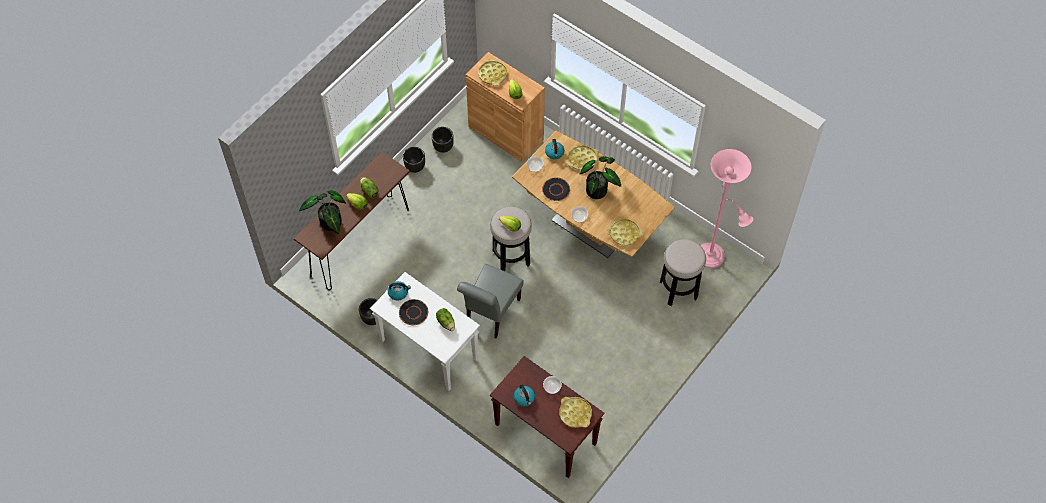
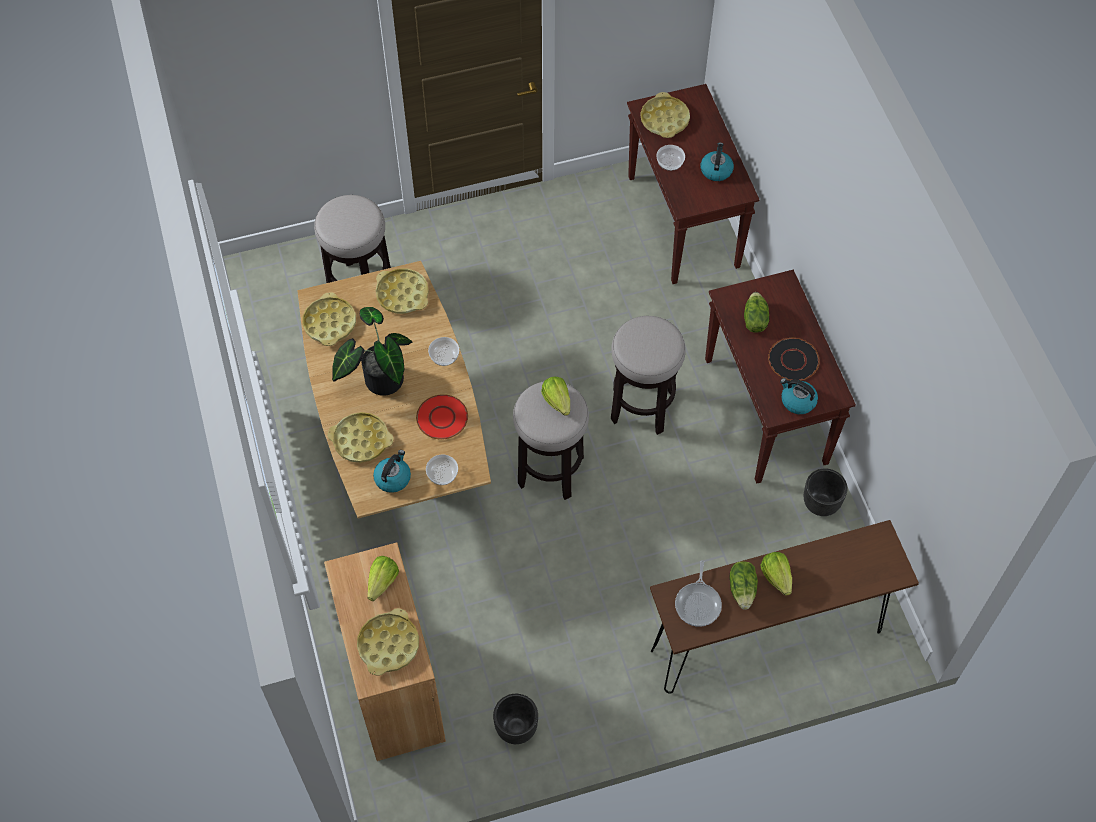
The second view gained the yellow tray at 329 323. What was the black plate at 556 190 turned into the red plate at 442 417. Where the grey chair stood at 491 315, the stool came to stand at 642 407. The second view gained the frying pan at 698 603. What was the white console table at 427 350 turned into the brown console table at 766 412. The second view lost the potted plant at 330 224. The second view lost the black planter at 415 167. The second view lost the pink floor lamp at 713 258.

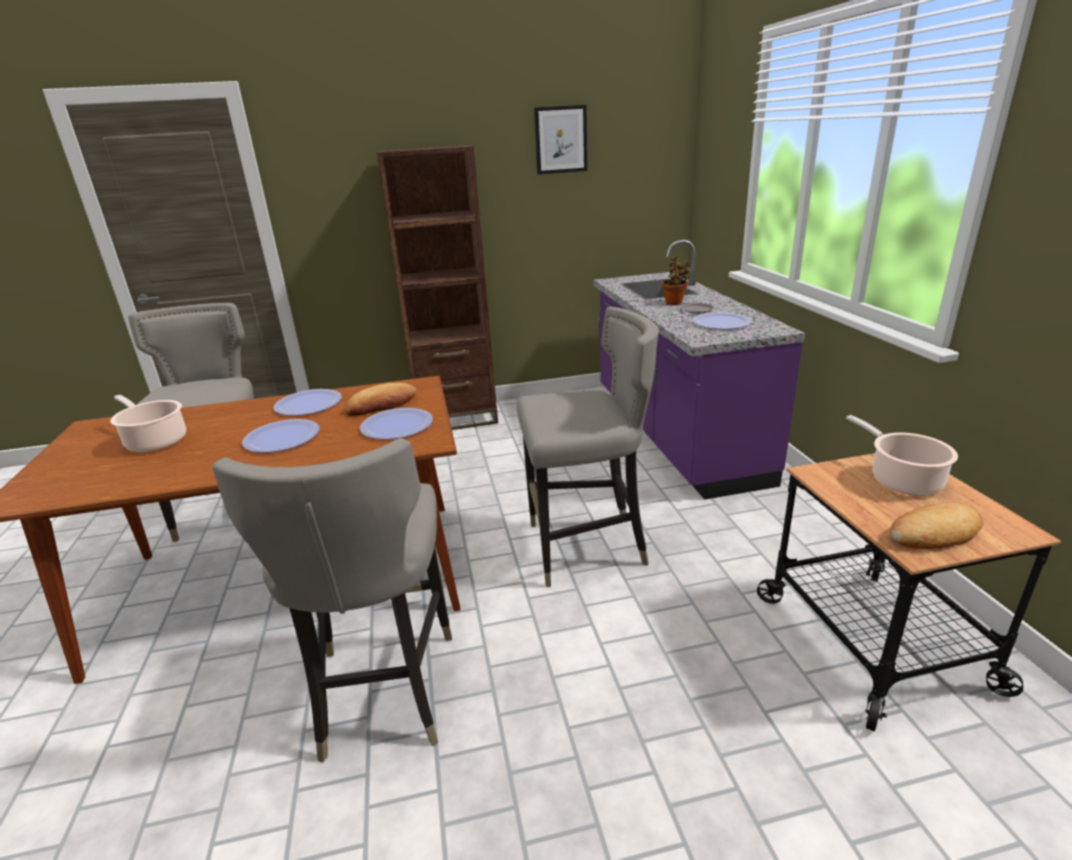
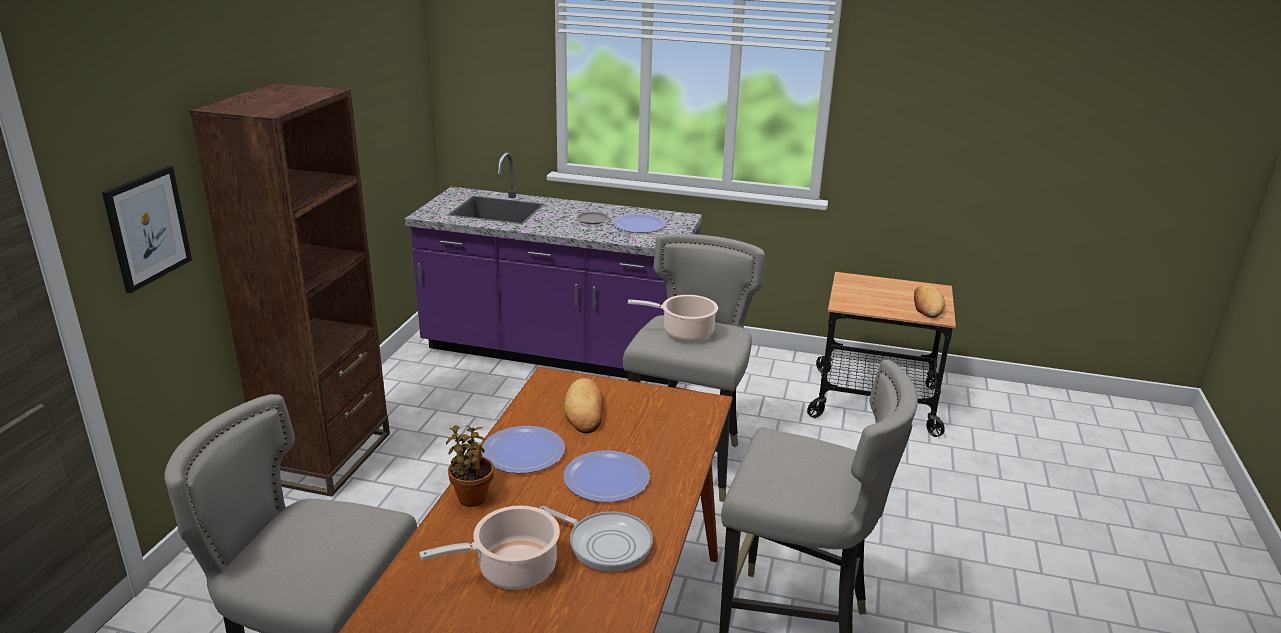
The picture ended up elsewhere, having gone from 561 140 to 147 228. The potted plant ended up elsewhere, having gone from 674 302 to 472 496. The second view gained the frying pan at 605 544. The cooking pot ended up elsewhere, having gone from 901 479 to 684 332. The second view lost the plate at 397 425.

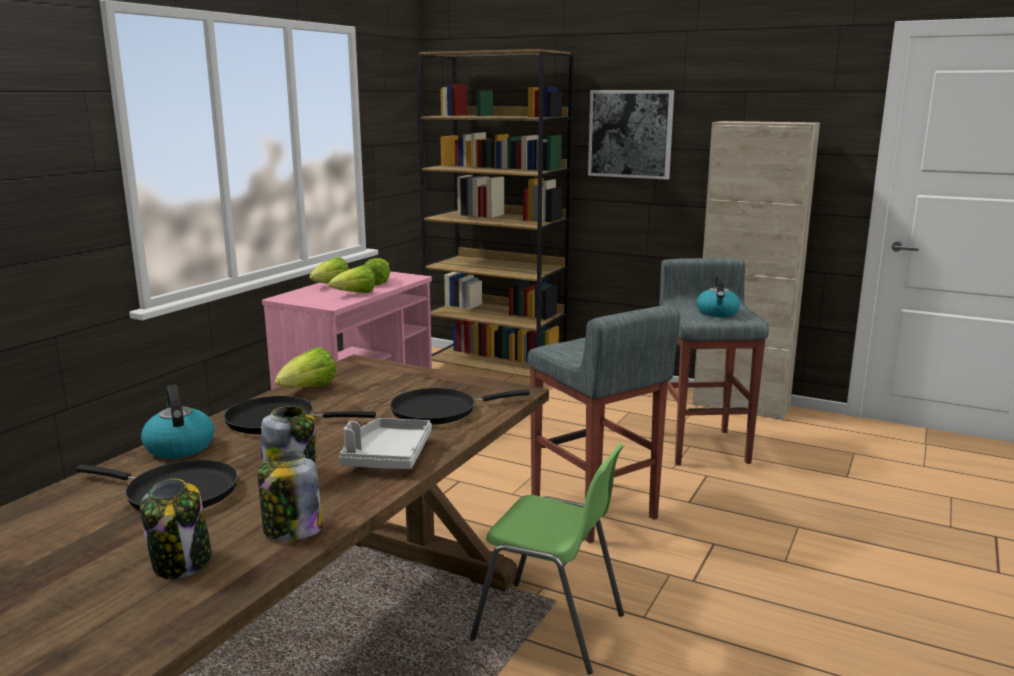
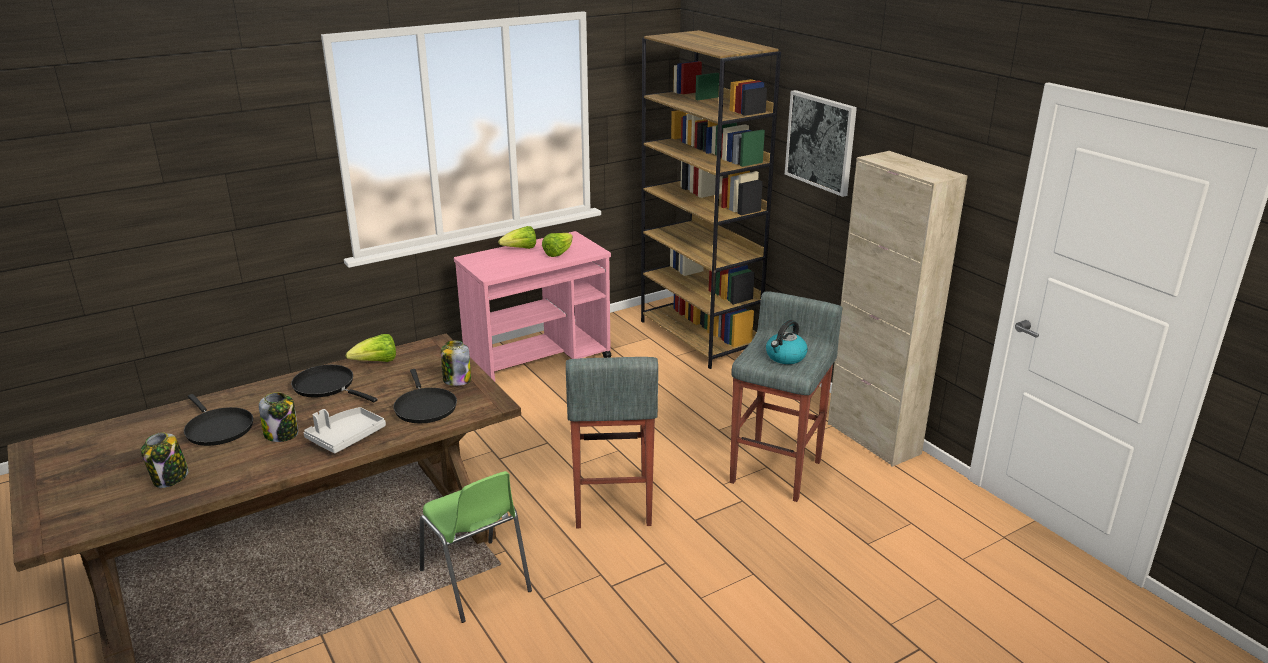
The black frying pan at 440 411 ended up facing another way, 120 degrees counterclockwise from before. The jar ended up elsewhere, having gone from 291 530 to 456 380. The second view lost the kettle at 179 447. The second view lost the lettuce at 355 294.

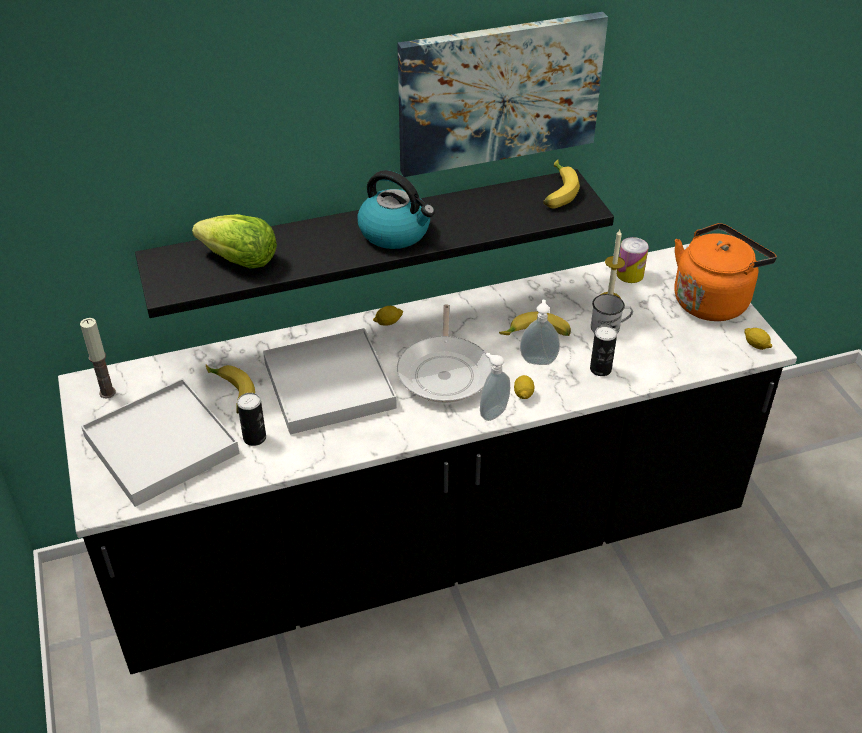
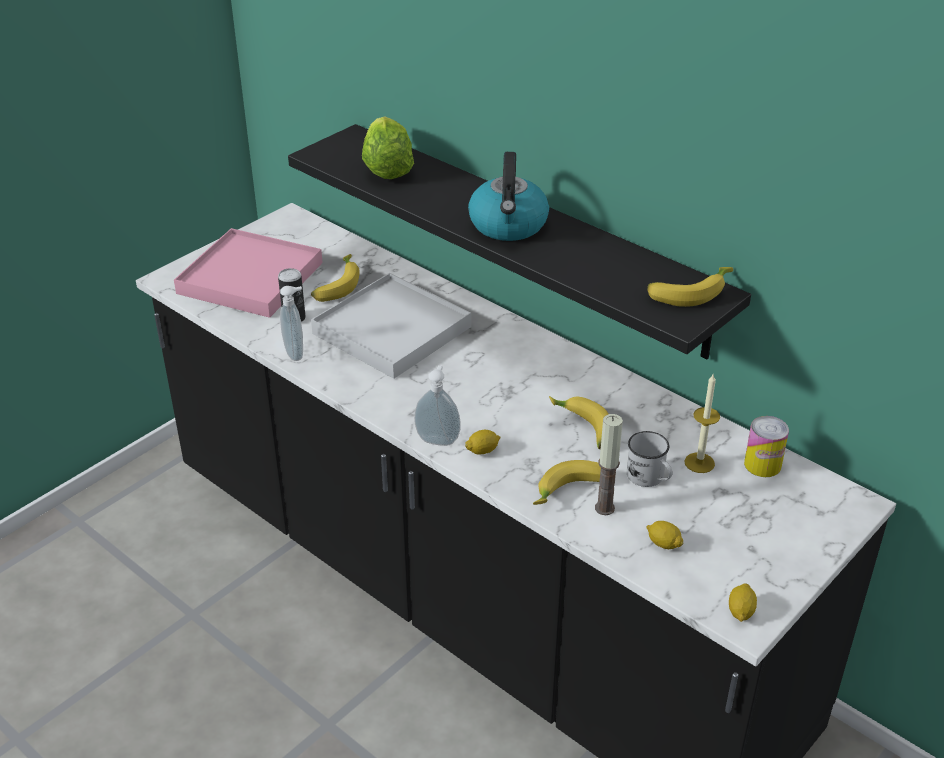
What was the white tray at 161 446 turned into the pink tray at 250 278. The soap dispenser ended up elsewhere, having gone from 538 360 to 296 353. Where the can stood at 600 369, the banana came to stand at 572 493. The candle ended up elsewhere, having gone from 107 392 to 604 508. The lemon ended up elsewhere, having gone from 388 322 to 663 544. The second view lost the picture at 499 92. The second view lost the frying pan at 445 371. The second view lost the orange kettle at 713 300.

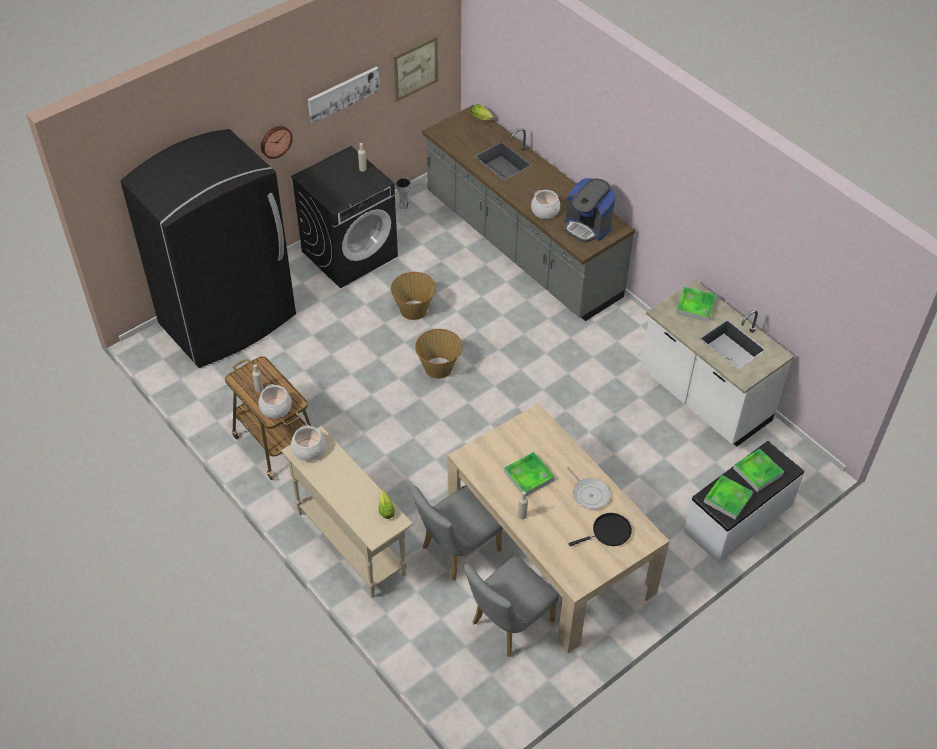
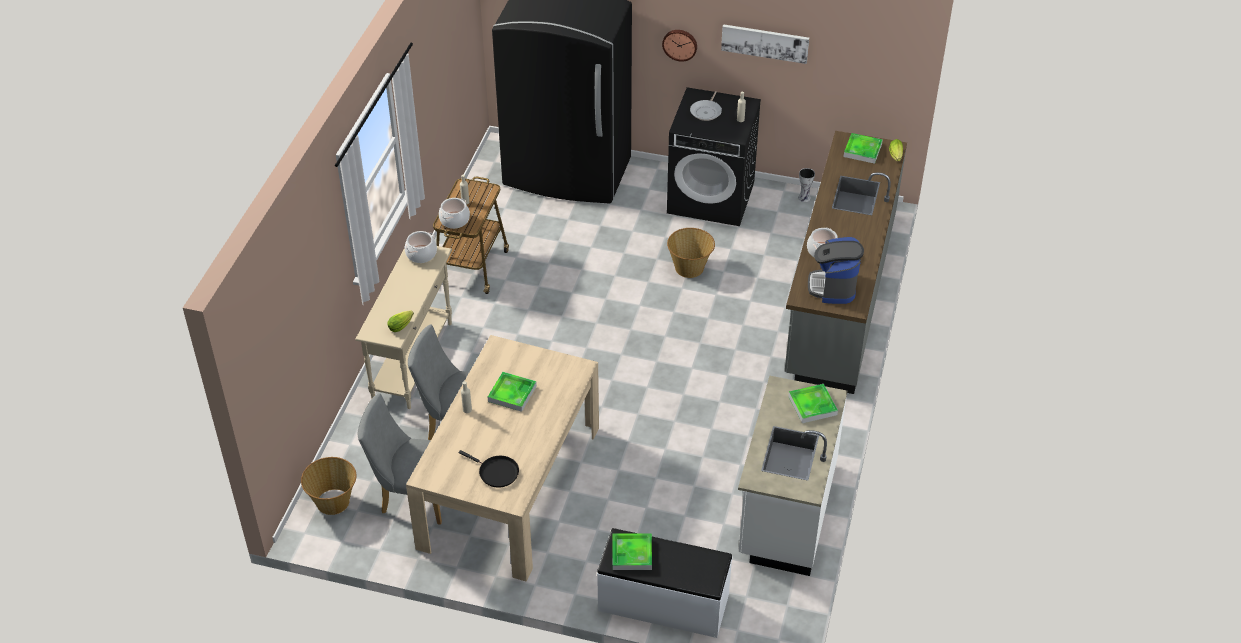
The basket ended up elsewhere, having gone from 439 367 to 333 502. The frying pan ended up elsewhere, having gone from 589 494 to 706 111. The tray ended up elsewhere, having gone from 757 472 to 862 150. The second view lost the picture at 415 68.

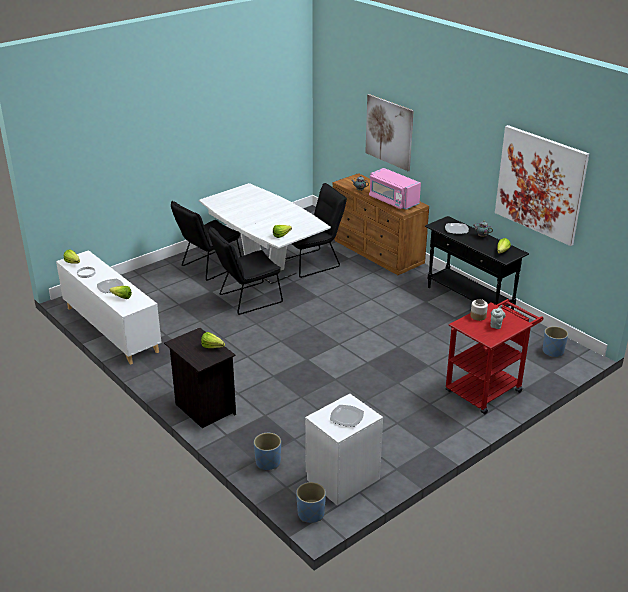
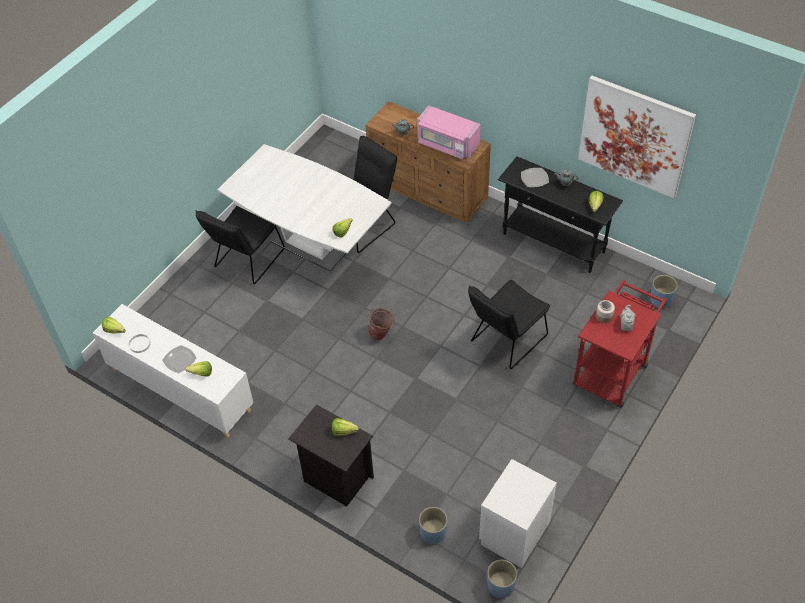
The second view gained the bucket at 382 335. The black chair ended up elsewhere, having gone from 246 299 to 505 341. The second view lost the plate at 346 417. The second view lost the picture at 389 132.

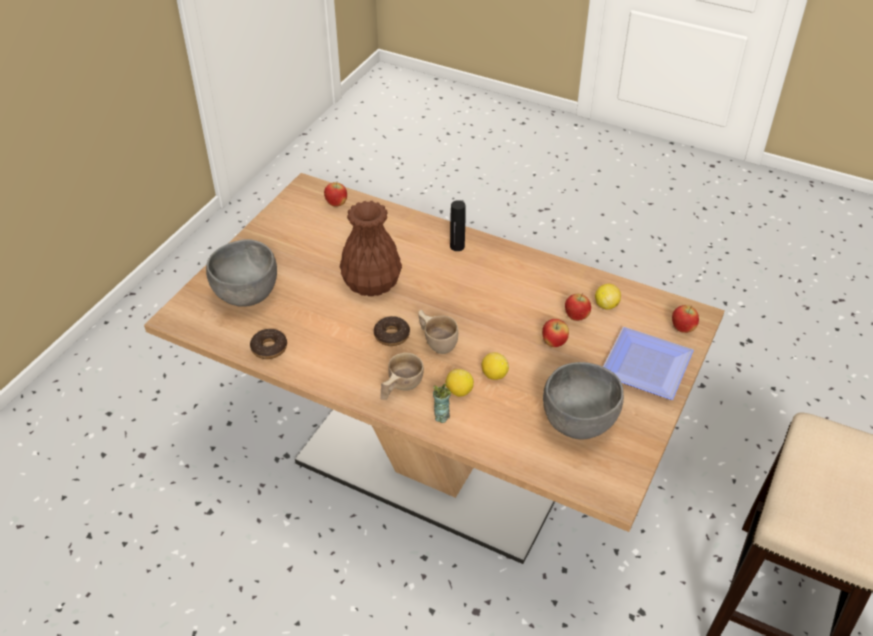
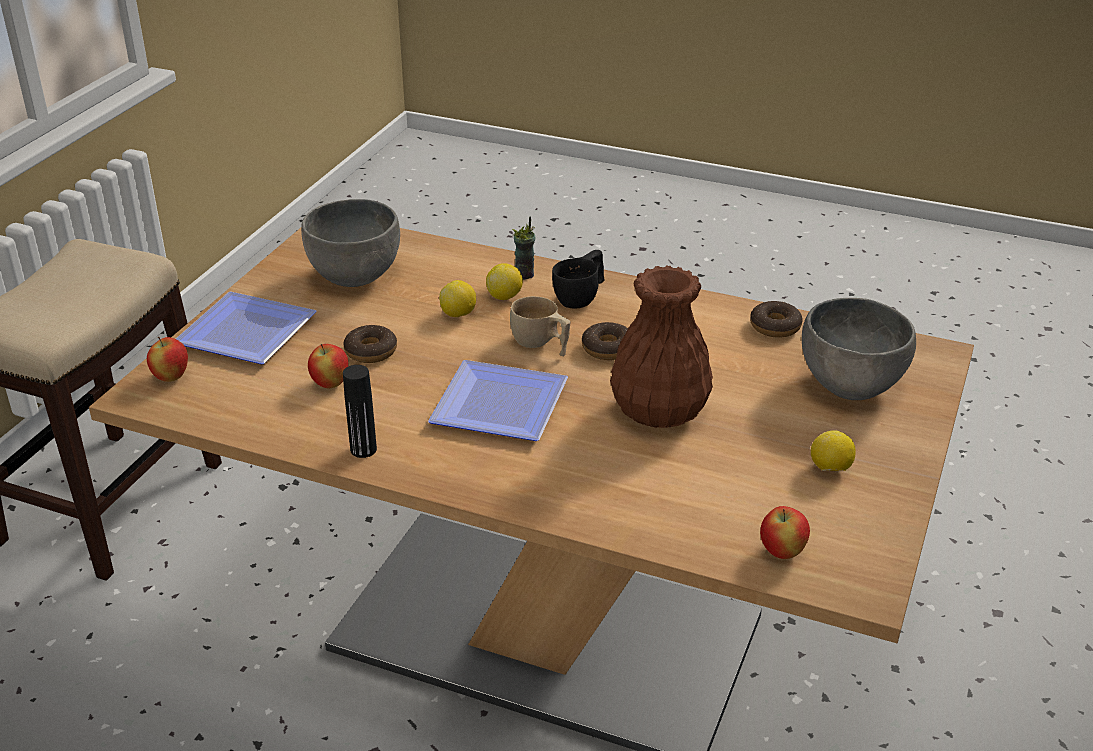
Where the apple stood at 554 343, the donut came to stand at 371 351. The black bottle ended up elsewhere, having gone from 457 246 to 363 449. The second view gained the plate at 502 408. What was the beige cup at 400 388 turned into the black cup at 582 296. The lemon ended up elsewhere, having gone from 606 305 to 830 469.

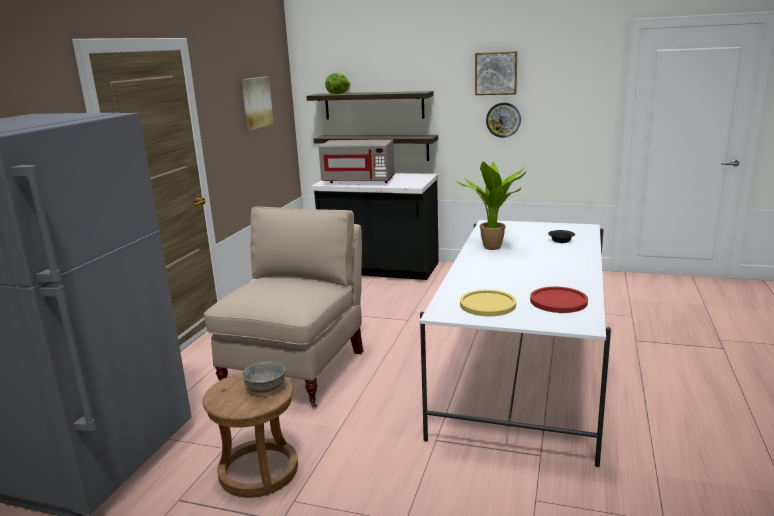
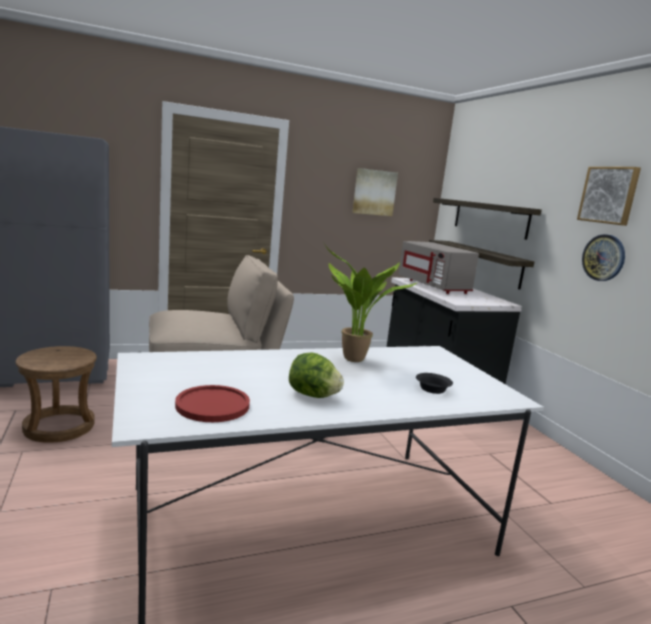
The lettuce ended up elsewhere, having gone from 338 93 to 313 395. The second view lost the grey bowl at 265 389. The second view lost the yellow plate at 487 304.

